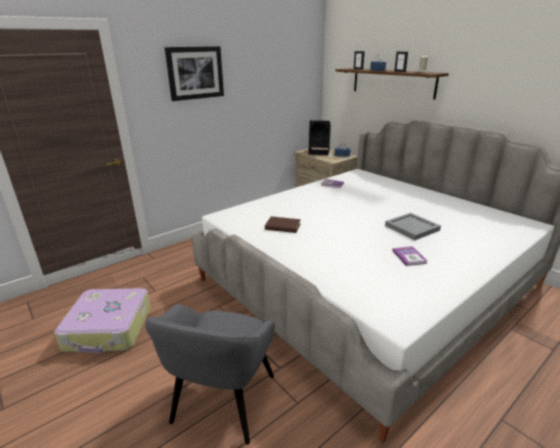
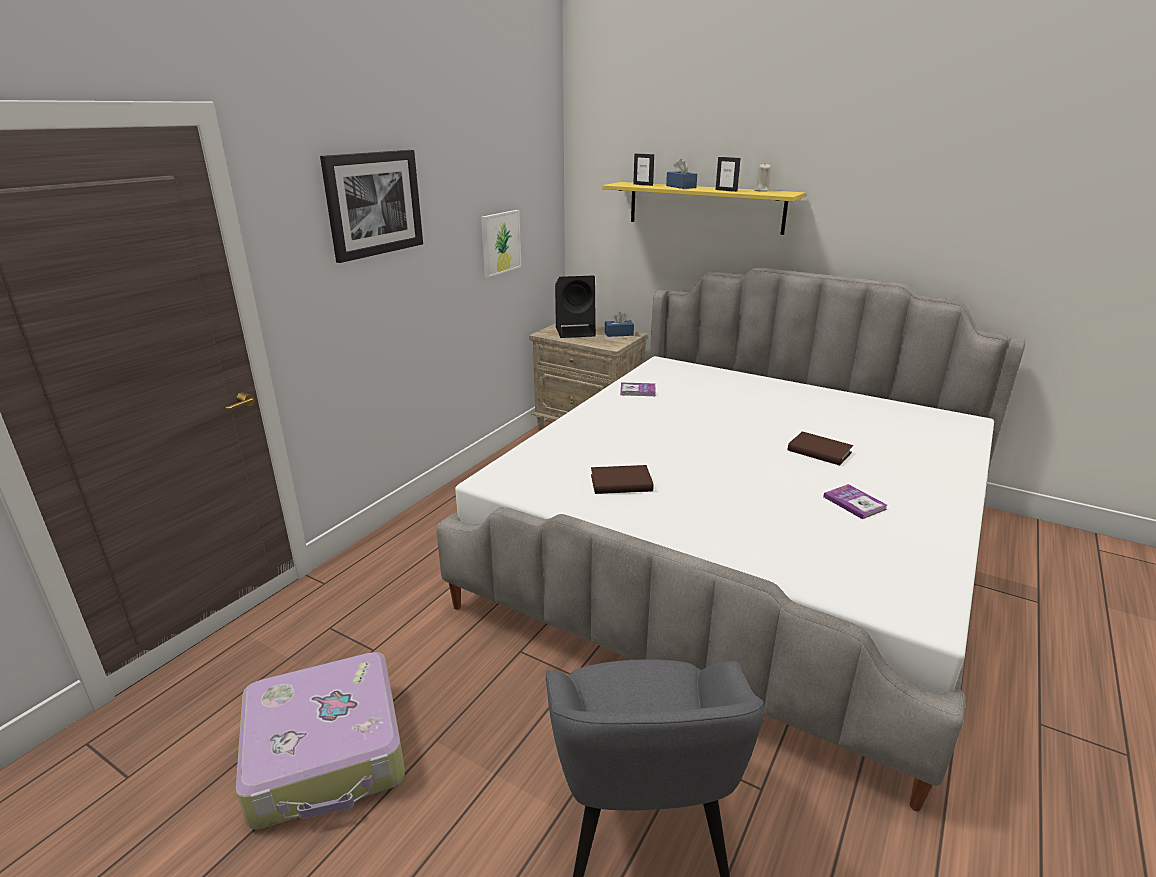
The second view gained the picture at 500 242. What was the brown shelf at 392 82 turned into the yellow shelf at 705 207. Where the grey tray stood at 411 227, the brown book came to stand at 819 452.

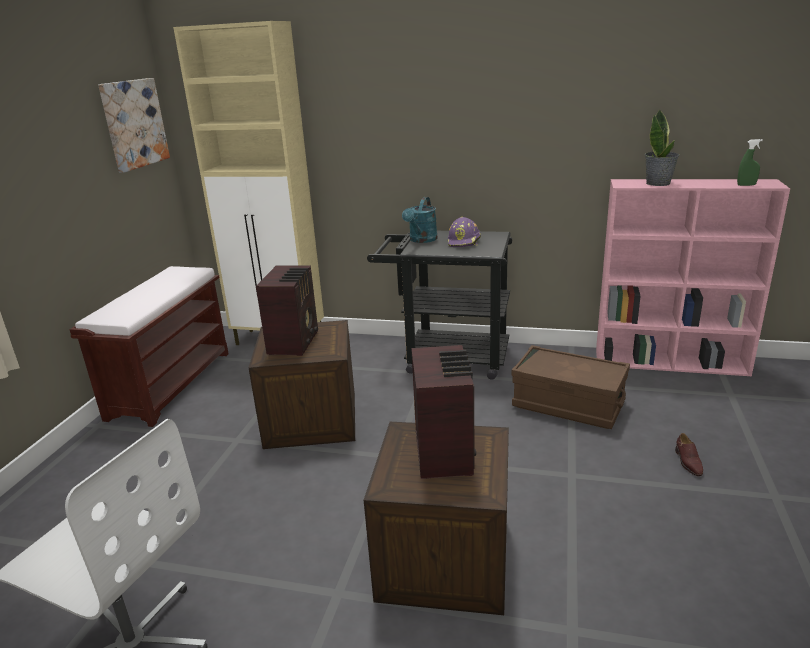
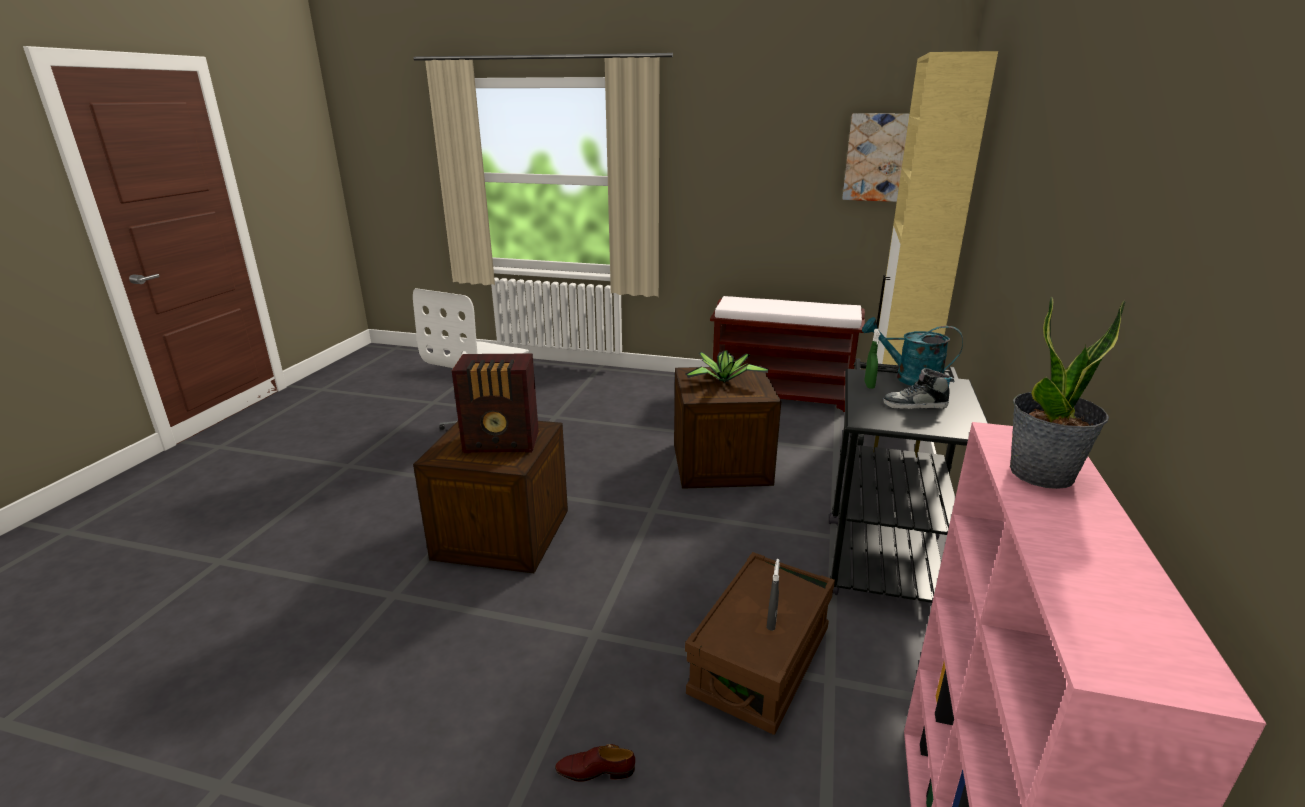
Where the radio stood at 295 342, the potted plant came to stand at 724 380. The second view gained the grey spray bottle at 771 622. The green spray bottle ended up elsewhere, having gone from 746 185 to 869 385. Where the purple hard hat stood at 464 242, the shoe came to stand at 915 405.

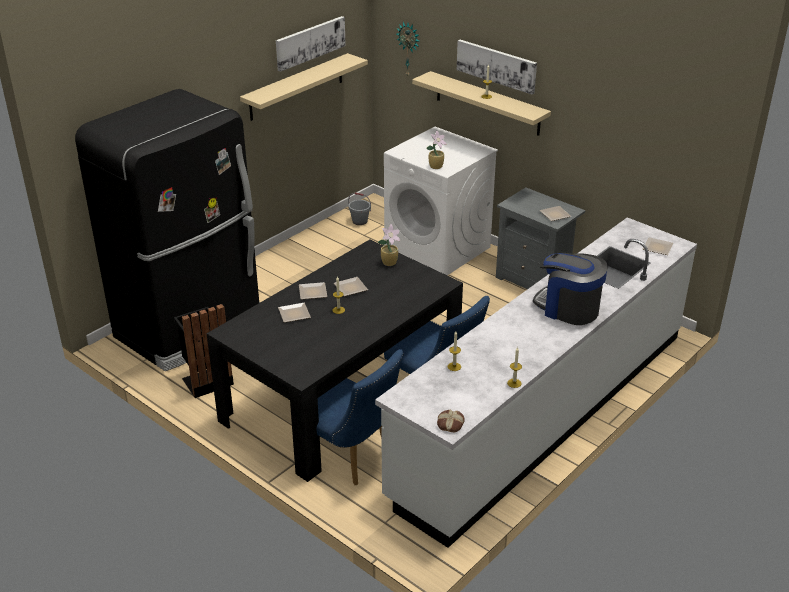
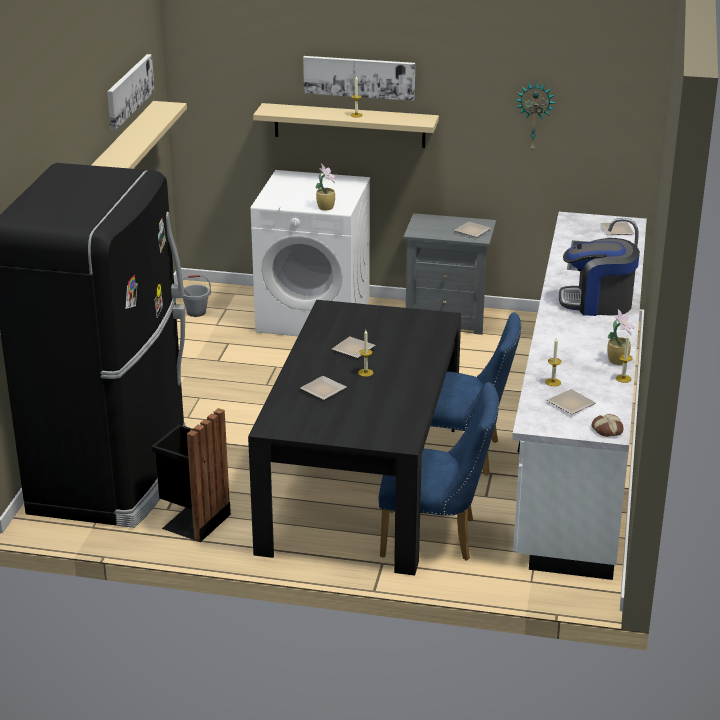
The wall clock ended up elsewhere, having gone from 409 49 to 534 116. The plate ended up elsewhere, having gone from 312 292 to 569 404. The potted plant ended up elsewhere, having gone from 390 262 to 618 360.

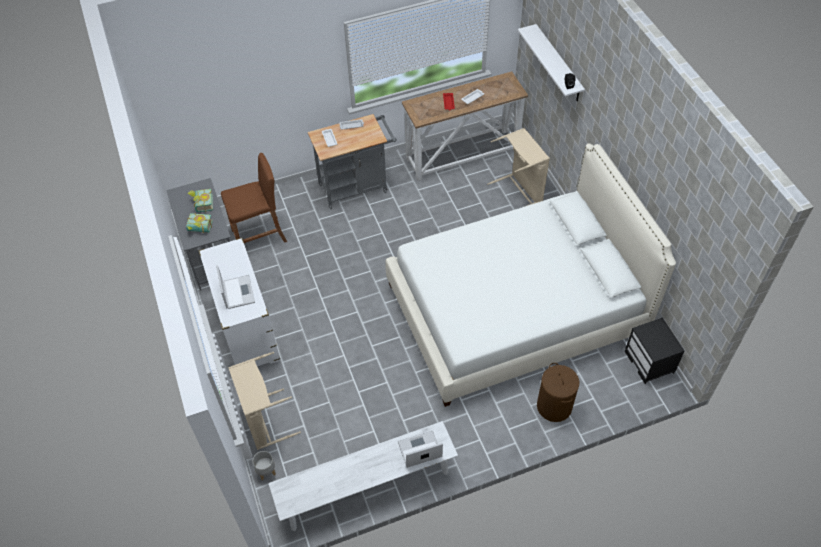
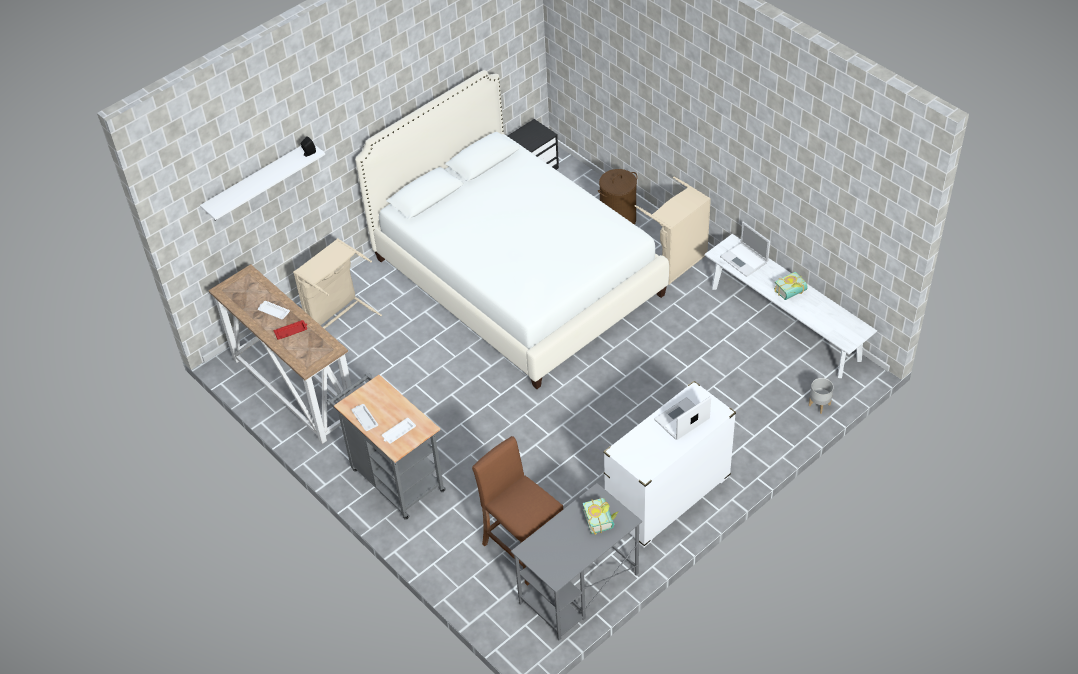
The beige laundry basket ended up elsewhere, having gone from 263 421 to 676 262. The book ended up elsewhere, having gone from 202 204 to 792 293.

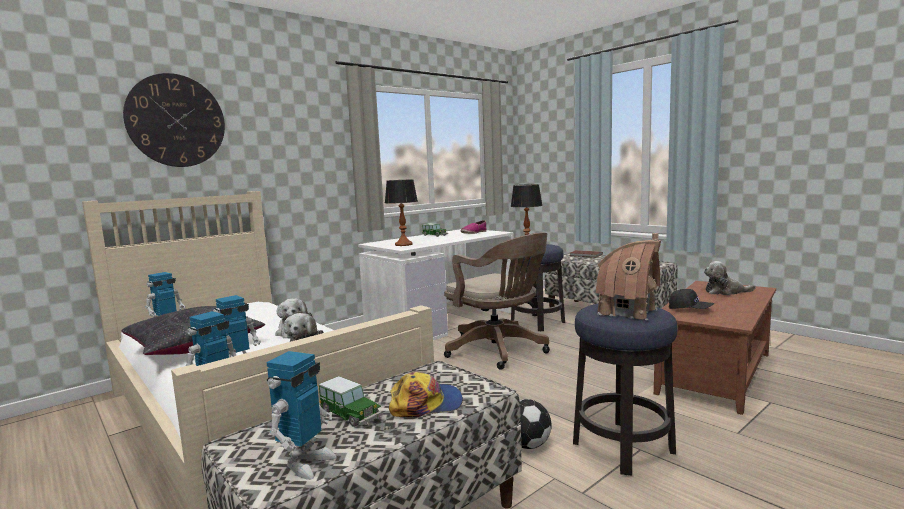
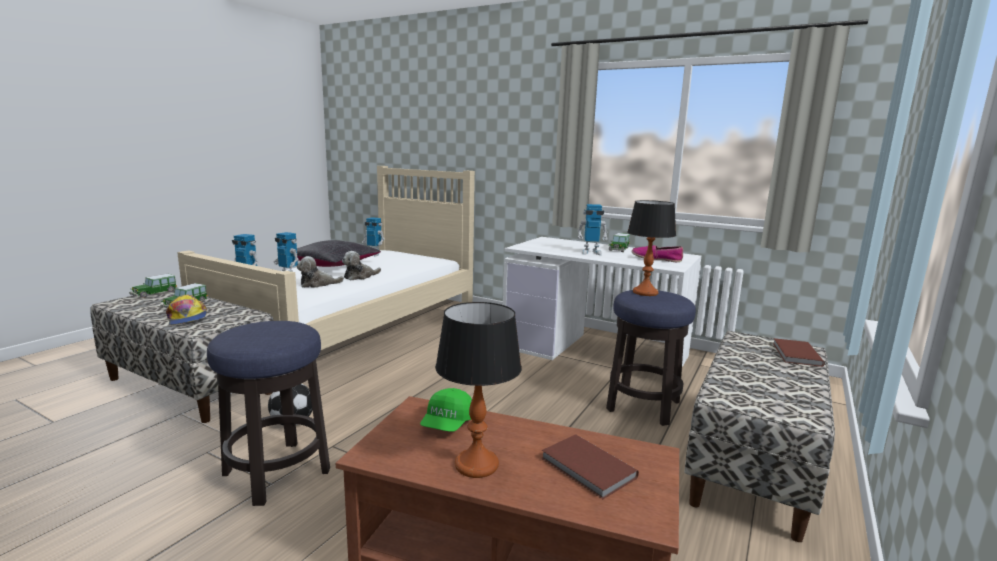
The second view gained the toy car at 154 293. What was the black cap at 690 309 turned into the green cap at 447 424. The table lamp ended up elsewhere, having gone from 403 244 to 477 464. Where the plush toy stood at 725 292, the brown book came to stand at 587 469. The toy robot ended up elsewhere, having gone from 305 463 to 591 253. The second view lost the wall clock at 176 121. The second view lost the brown office chair at 499 351. The second view lost the toy house at 628 312.

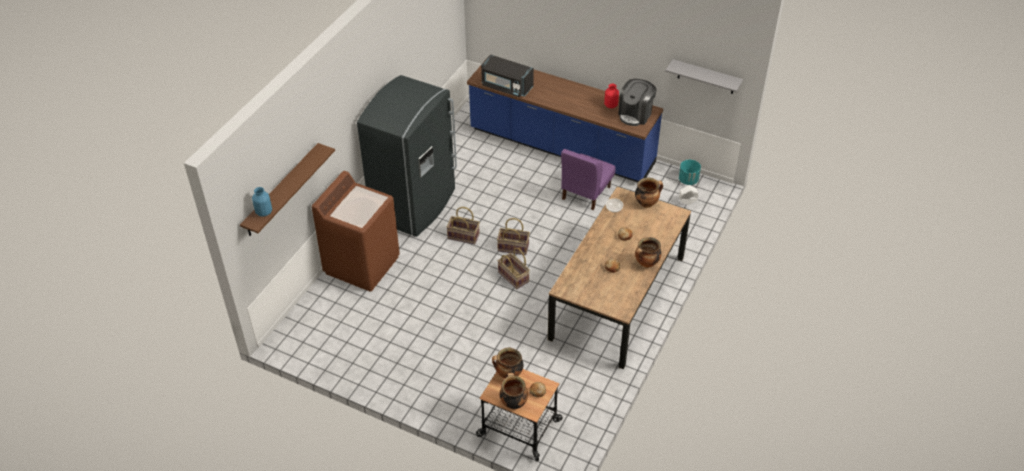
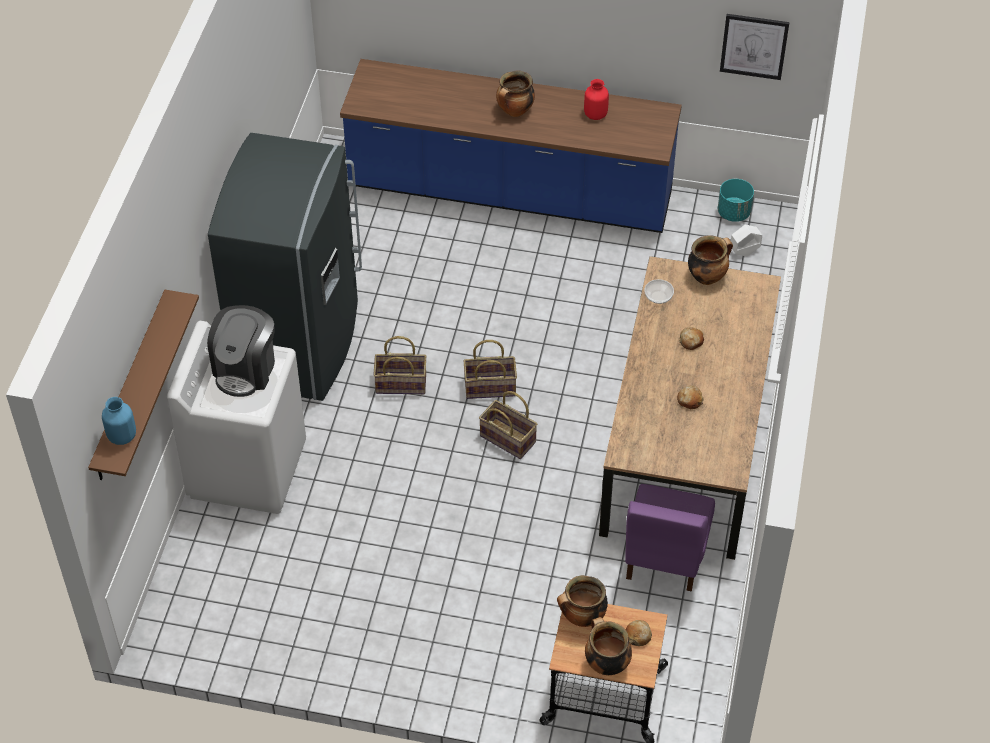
What was the brown washing machine at 362 264 turned into the white washing machine at 247 469. The coffee machine ended up elsewhere, having gone from 635 114 to 245 369. The cooking pot ended up elsewhere, having gone from 646 263 to 515 111. The purple chair ended up elsewhere, having gone from 585 193 to 665 555. Where the grey shelf hung at 706 77, the picture came to hang at 754 46. The second view lost the black microwave at 506 86.

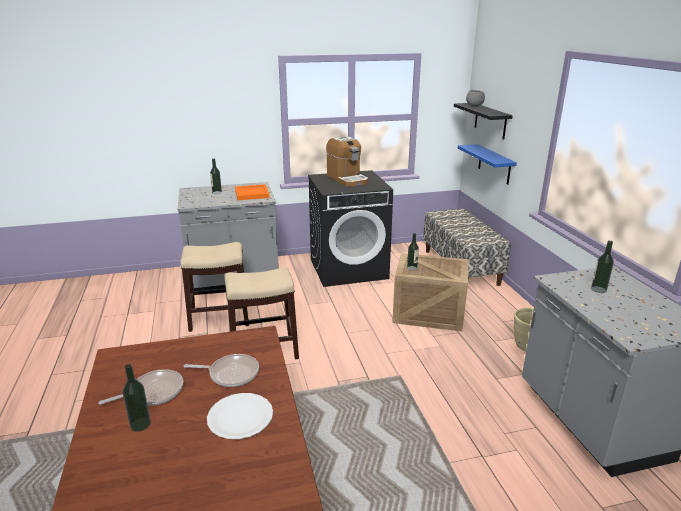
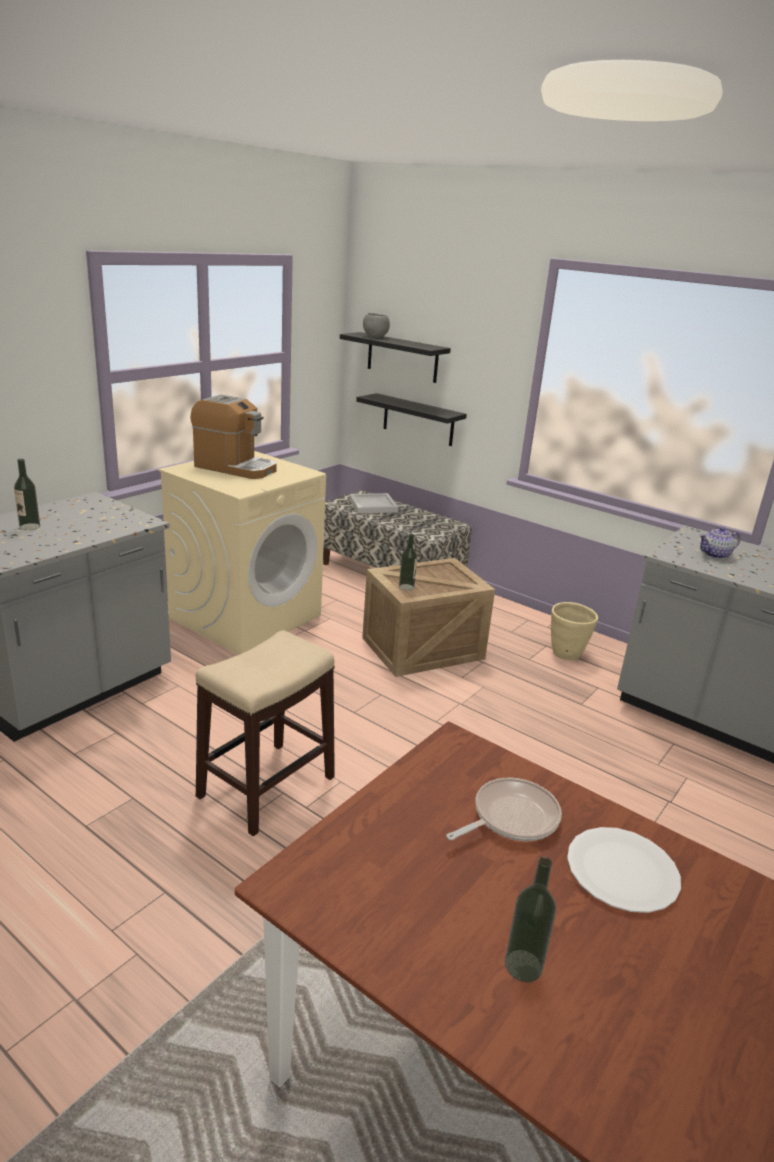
What was the black washing machine at 349 268 turned into the beige washing machine at 246 616. The second view gained the white tray at 372 506. What was the blue shelf at 494 164 turned into the black shelf at 418 420. Where the bottle stood at 598 289, the teapot came to stand at 715 555. The second view lost the frying pan at 153 392. The second view lost the stool at 219 318. The second view lost the orange tray at 251 194.

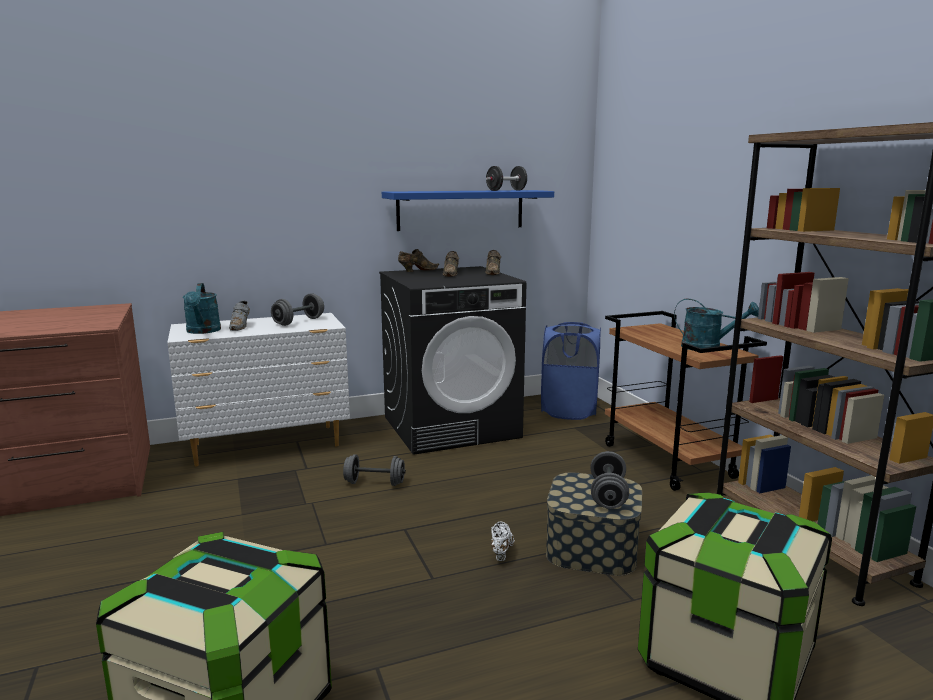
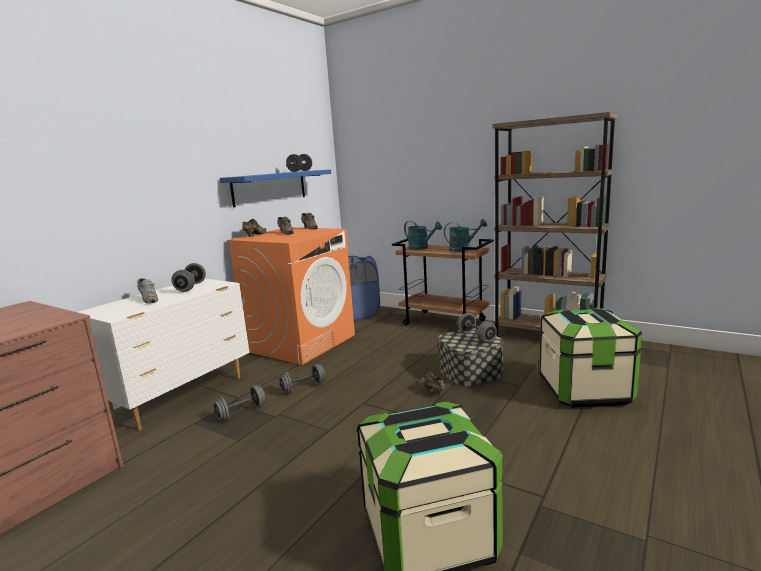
The second view gained the grey dumbbell at 241 413. What was the black washing machine at 451 427 turned into the orange washing machine at 301 343. The turquoise watering can ended up elsewhere, having gone from 203 331 to 421 248. What was the white shoe at 501 551 turned into the brown shoe at 432 391.

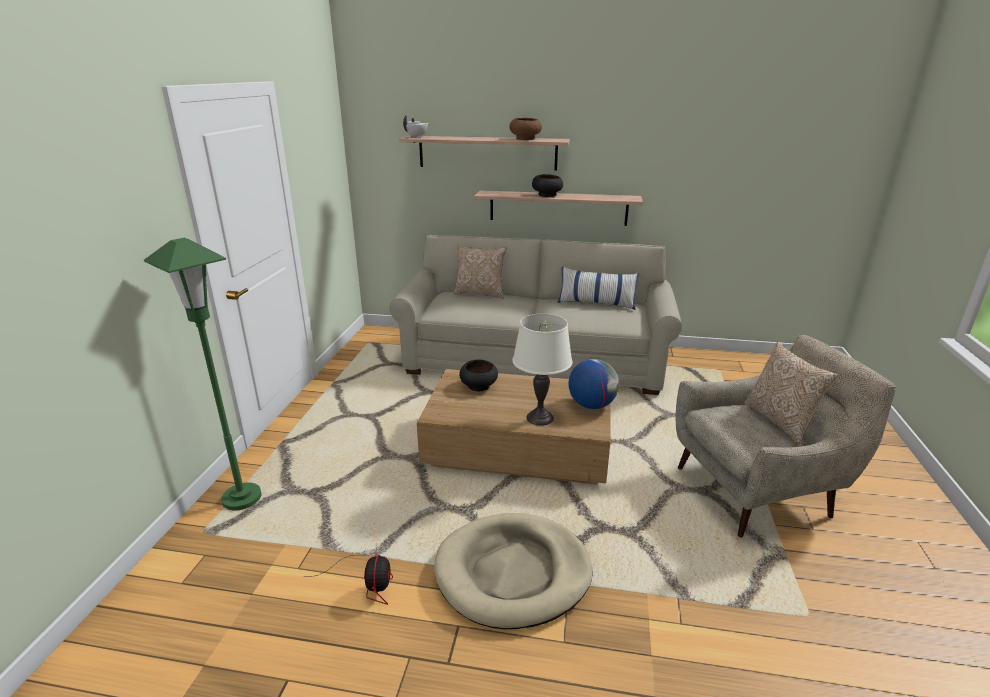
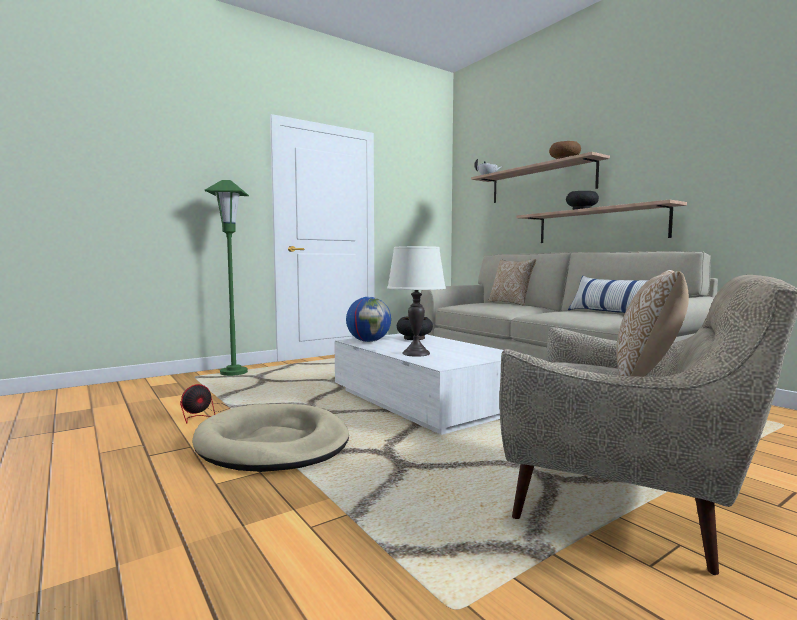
What was the brown coffee table at 518 448 turned into the white coffee table at 424 402. The globe ended up elsewhere, having gone from 591 405 to 369 341.

